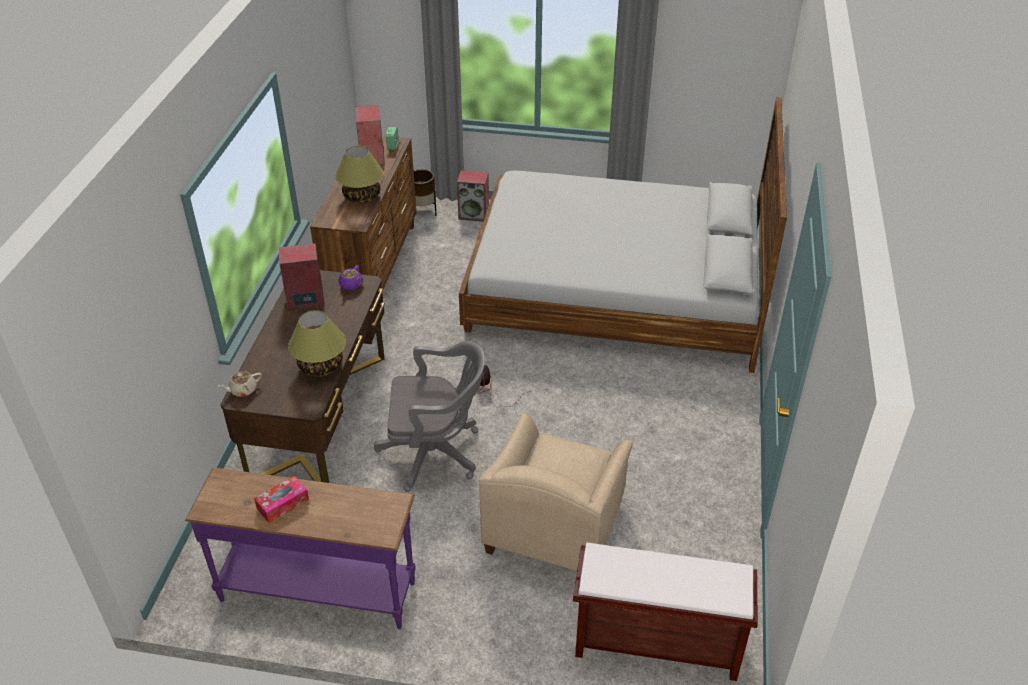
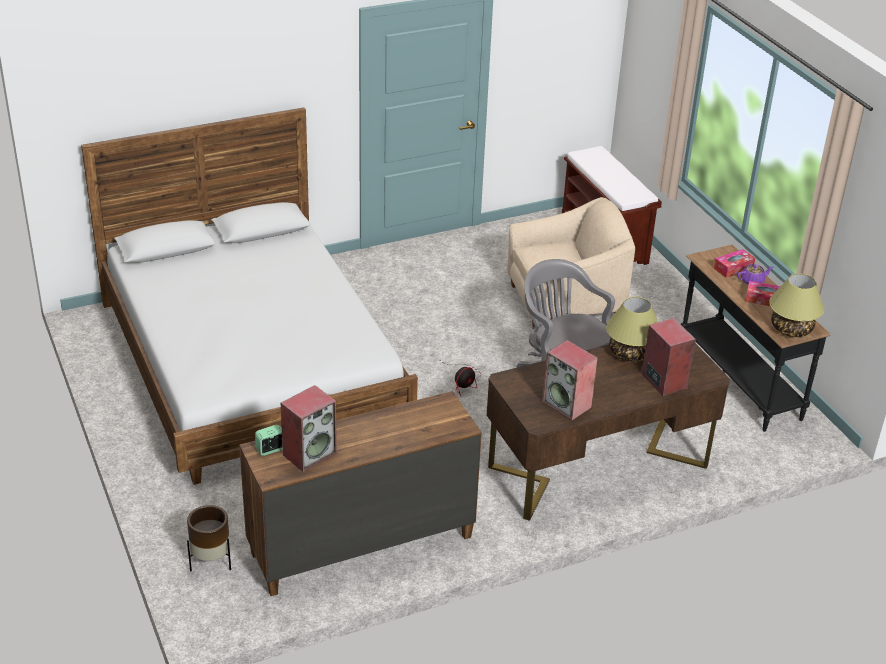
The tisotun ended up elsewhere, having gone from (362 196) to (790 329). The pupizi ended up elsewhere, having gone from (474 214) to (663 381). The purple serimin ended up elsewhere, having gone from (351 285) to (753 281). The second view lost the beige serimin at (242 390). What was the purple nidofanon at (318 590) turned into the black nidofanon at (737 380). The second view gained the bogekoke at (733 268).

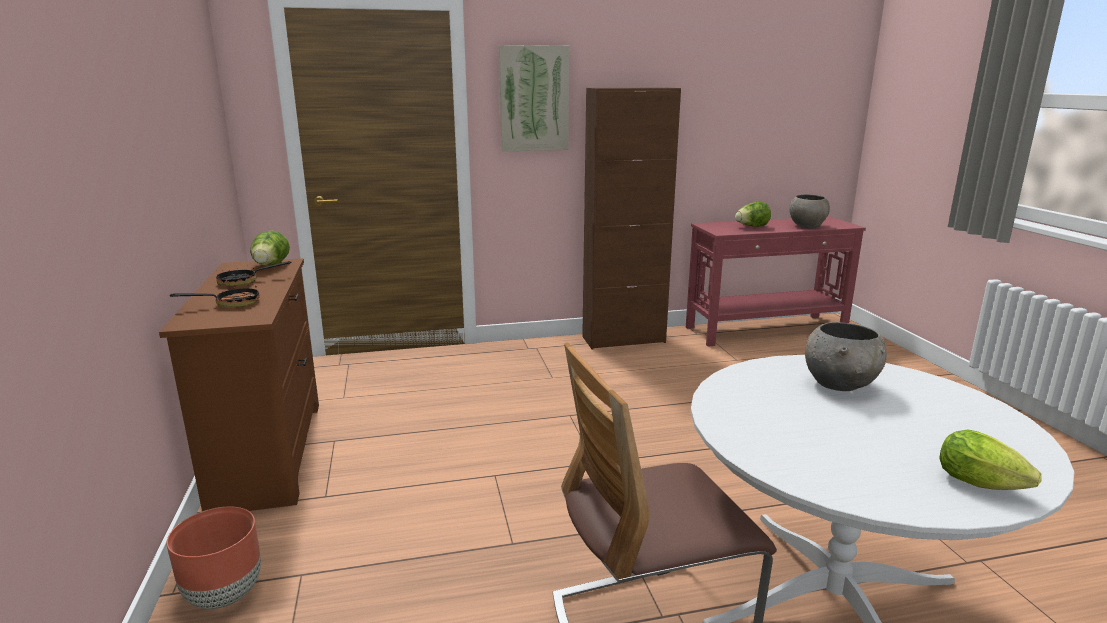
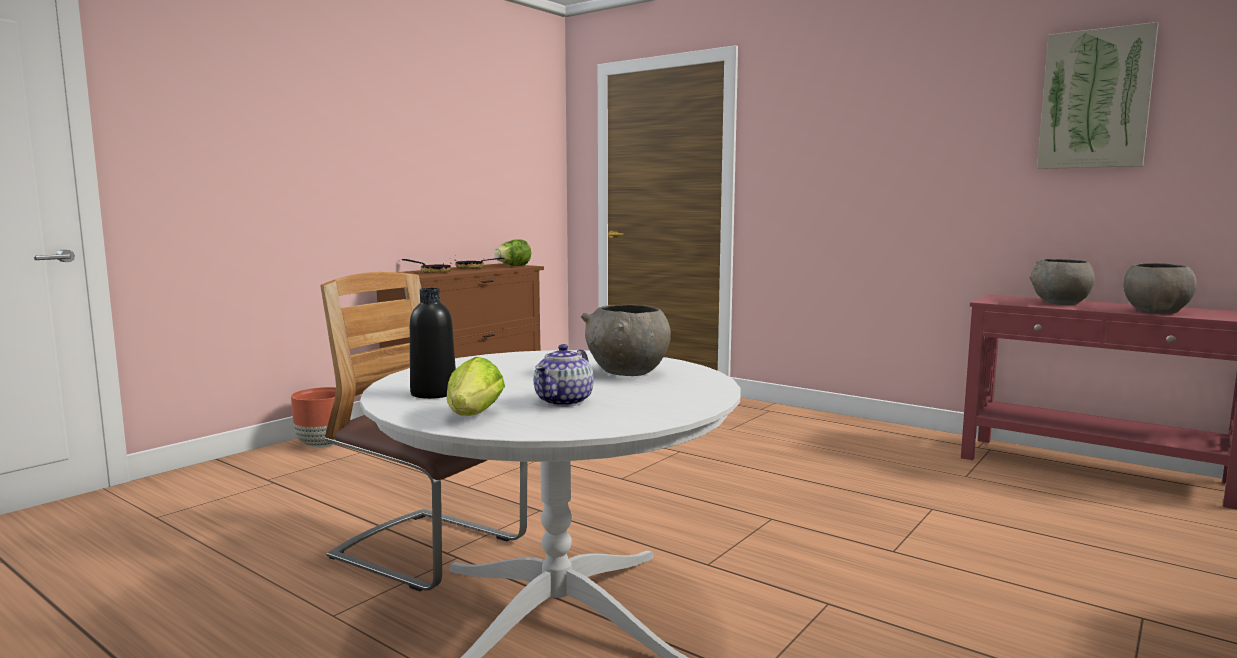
The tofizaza ended up elsewhere, having gone from (534 99) to (1095 99). The second view lost the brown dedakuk at (623 339). Where the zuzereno stood at (751 226), the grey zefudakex came to stand at (1059 303). The second view gained the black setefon at (433 393). The second view gained the serimin at (565 401).

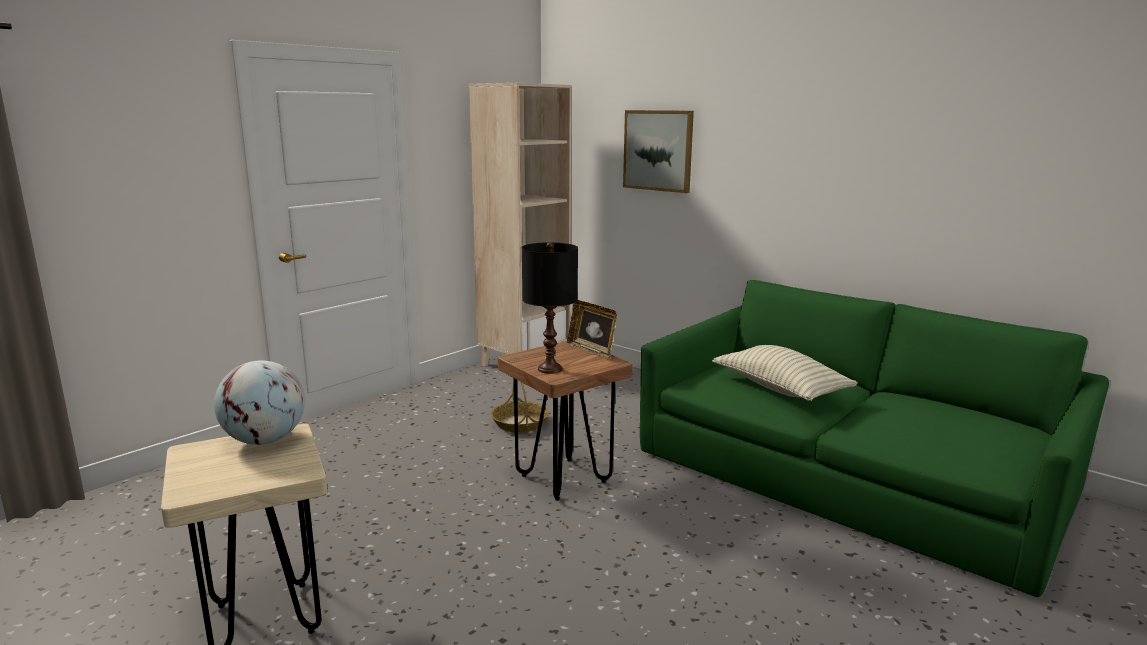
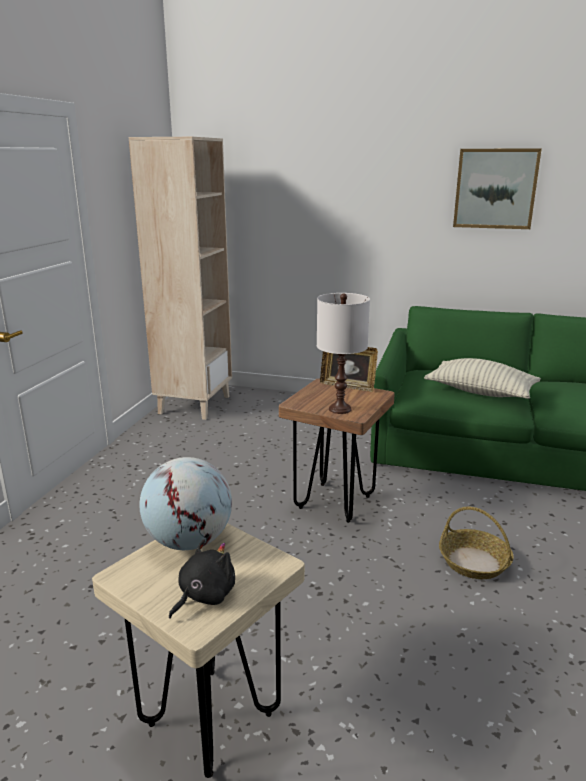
The tofizaza ended up elsewhere, having gone from (658 150) to (495 189). What was the black tisotun at (550 369) turned into the white tisotun at (340 409). The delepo ended up elsewhere, having gone from (520 423) to (474 562). The second view gained the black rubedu at (204 596).

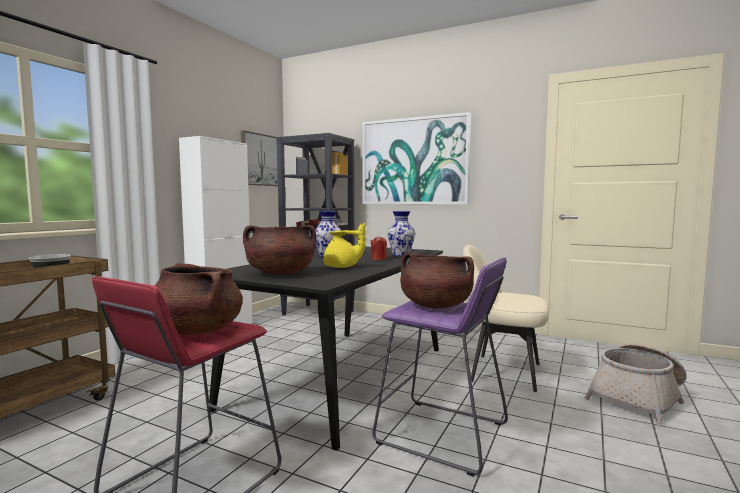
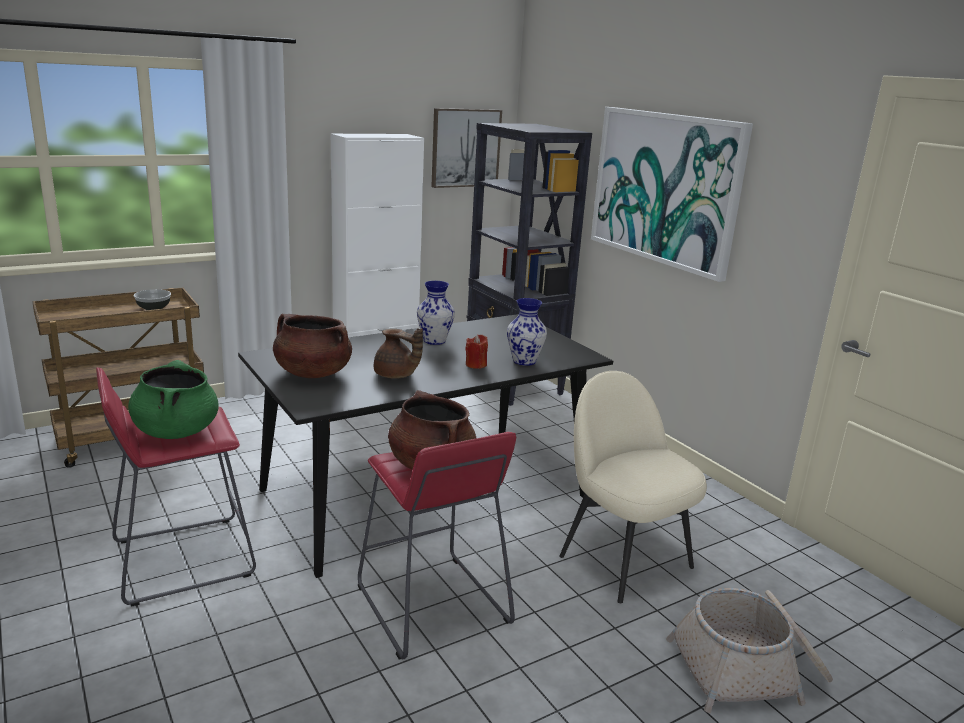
What was the yellow serimin at (342 267) turned into the brown serimin at (396 375). What was the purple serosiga at (442 434) turned into the red serosiga at (432 605). What was the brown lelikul at (197 331) turned into the green lelikul at (176 431).

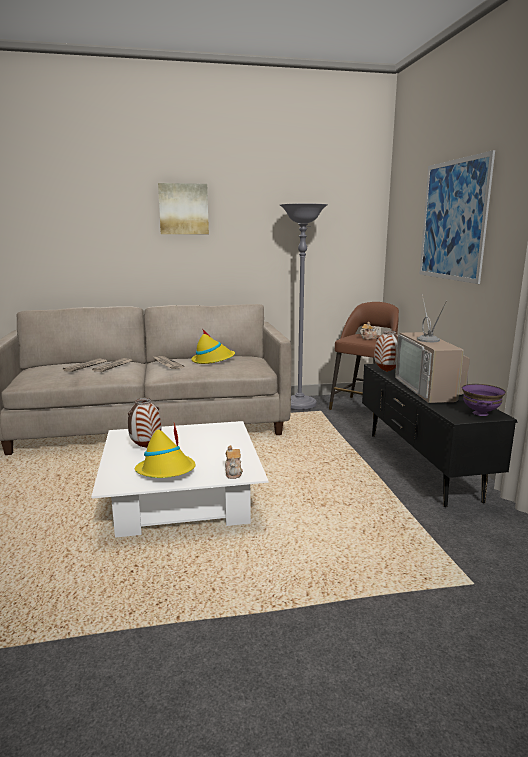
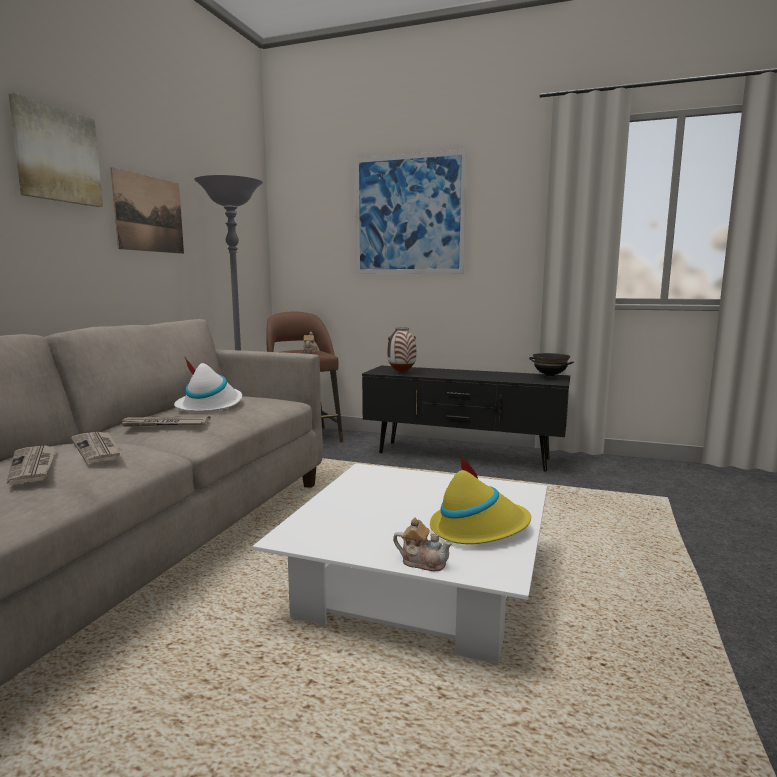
The second view lost the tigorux at (430 389). What was the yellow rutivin at (213 360) turned into the white rutivin at (210 405). What was the purple zefudakex at (480 413) turned into the black zefudakex at (549 377). The second view lost the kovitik at (146 447). The serimin ended up elsewhere, having gone from (233 472) to (422 562). The second view gained the tofizaza at (149 214).

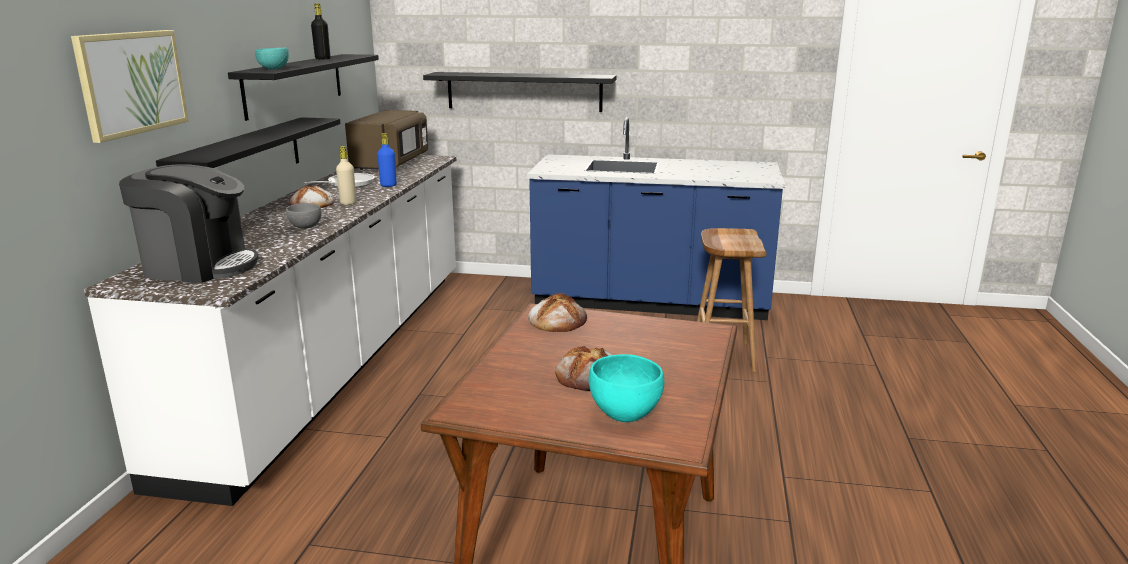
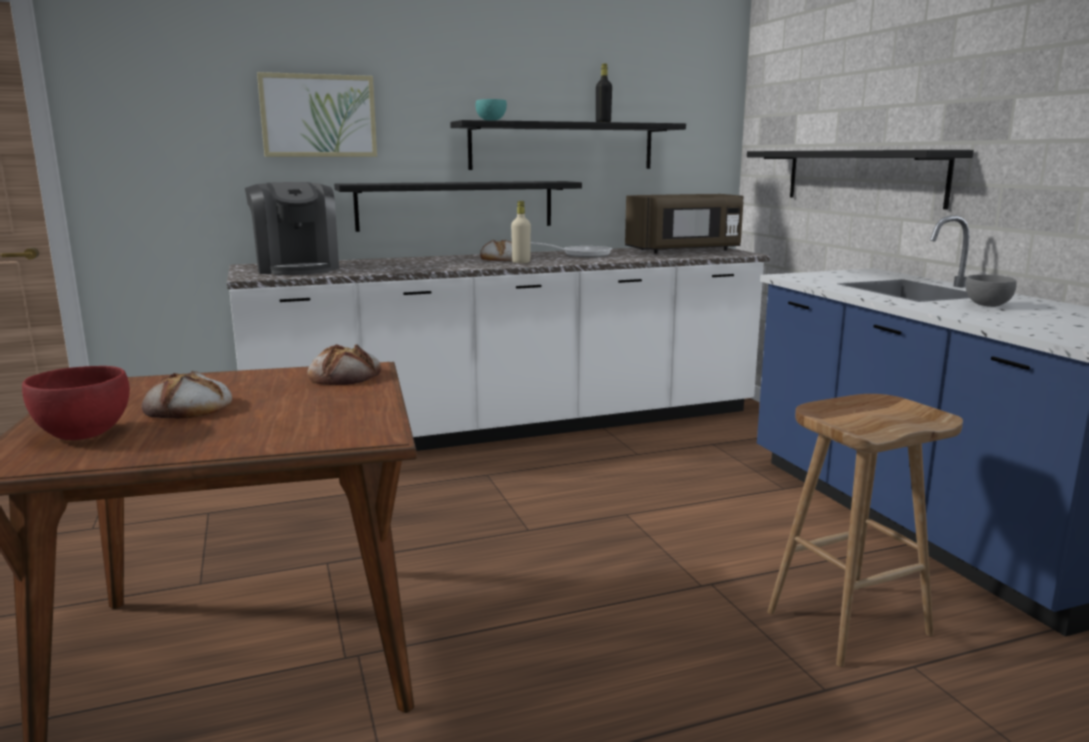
The second view lost the blue setefon at (388 185). The grey zefudakex ended up elsewhere, having gone from (305 227) to (987 305). What was the turquoise zefudakex at (625 414) turned into the red zefudakex at (84 434).

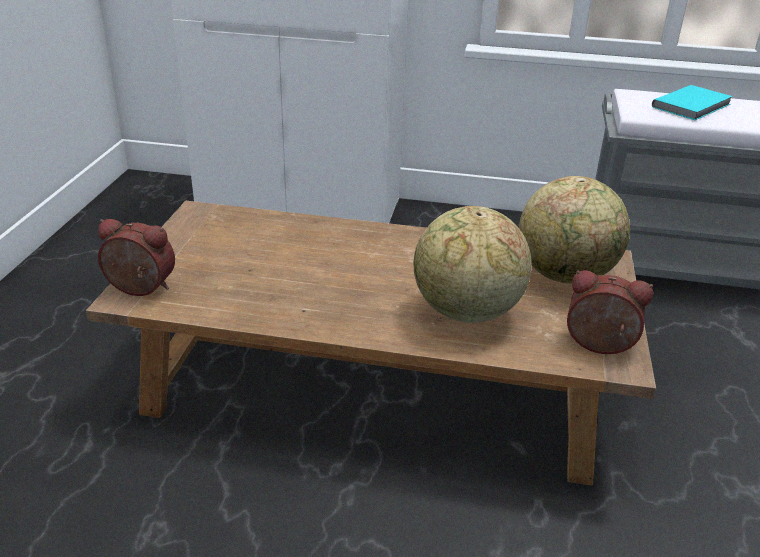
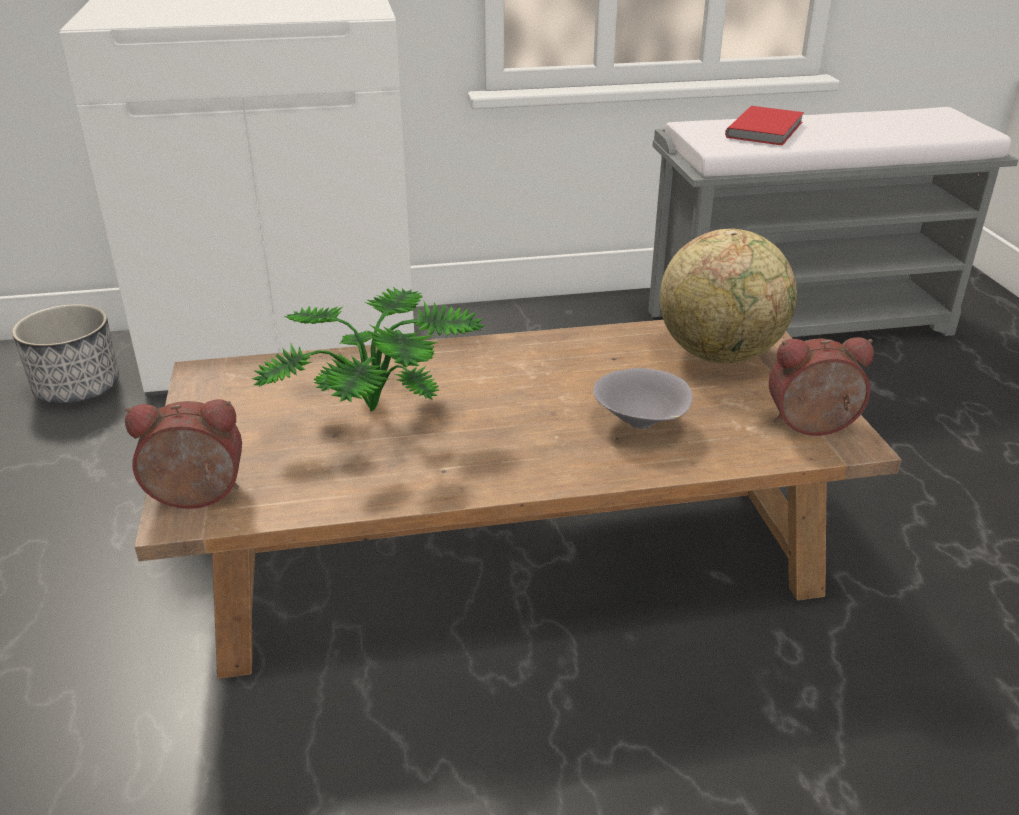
What was the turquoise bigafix at (693 106) turned into the red bigafix at (767 129). Where the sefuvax stood at (466 312), the grey zefudakex came to stand at (641 424). The second view gained the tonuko at (376 416). The second view gained the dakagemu at (77 388).

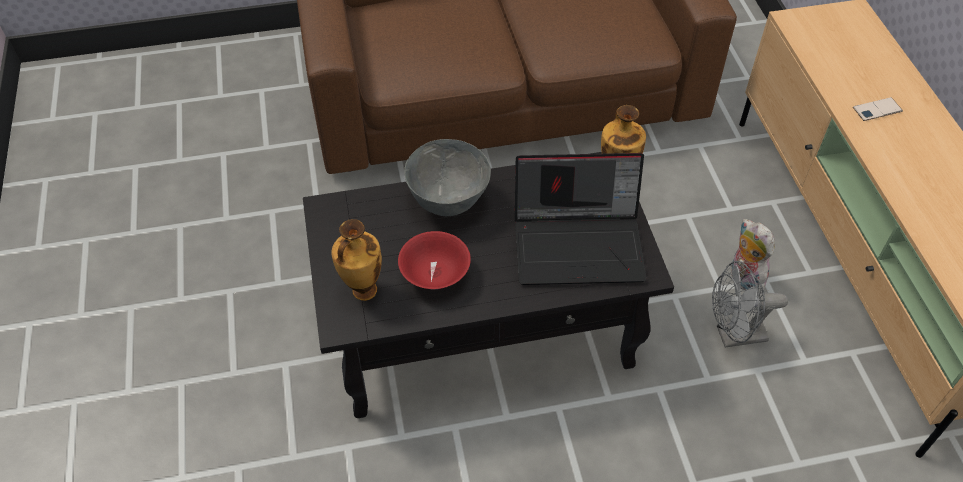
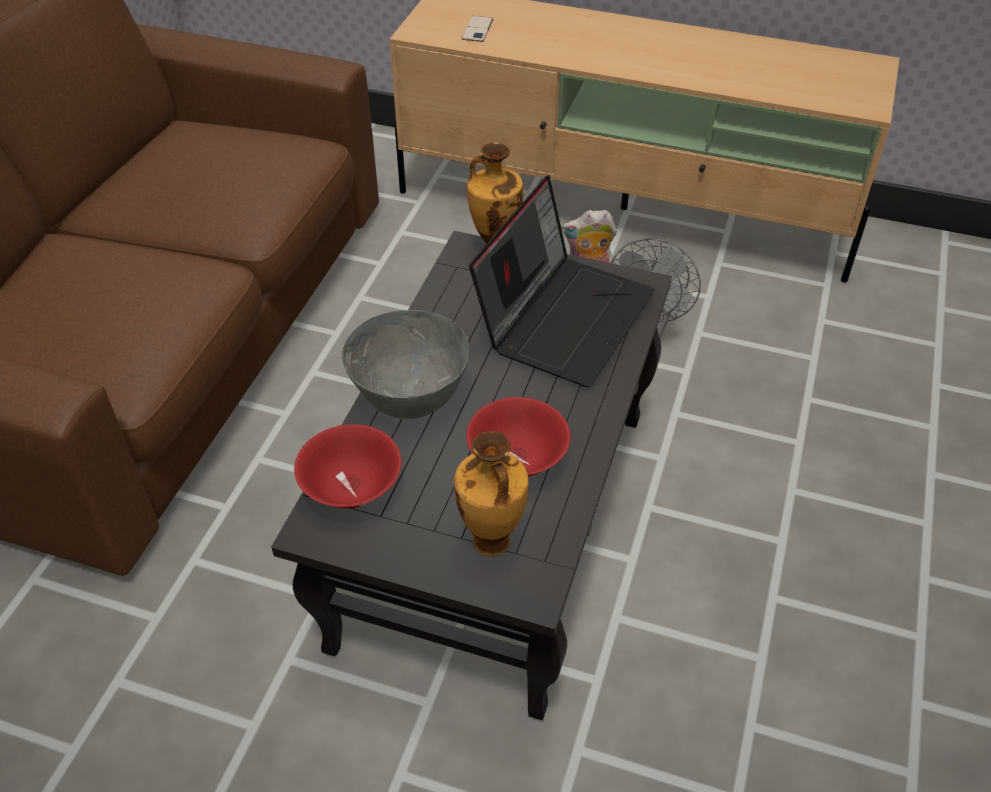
The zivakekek ended up elsewhere, having gone from (877 109) to (477 29). The second view gained the red zefudakex at (352 488).

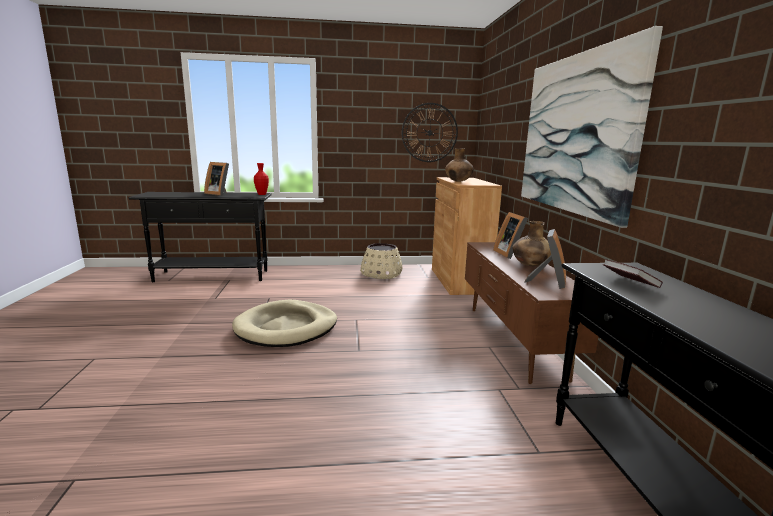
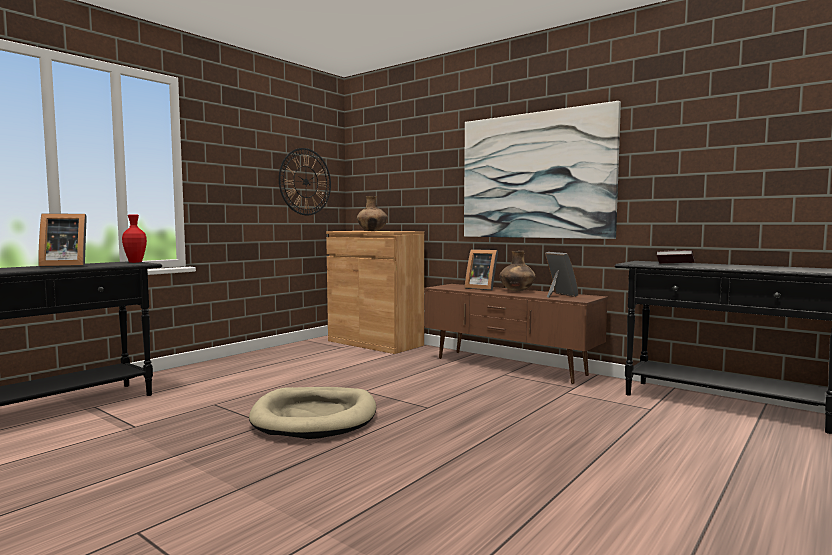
The second view lost the beige dakagemu at (381 274).

